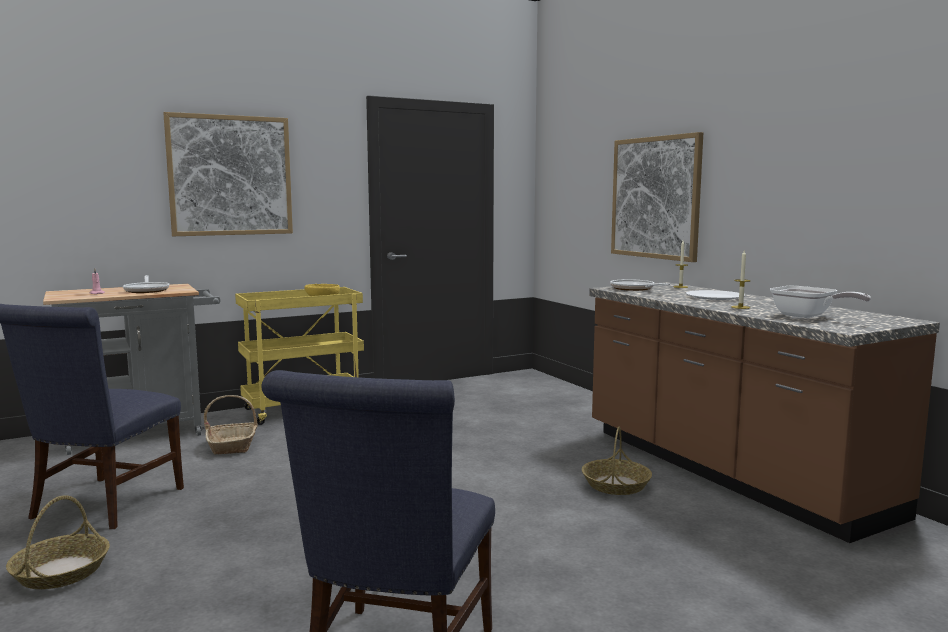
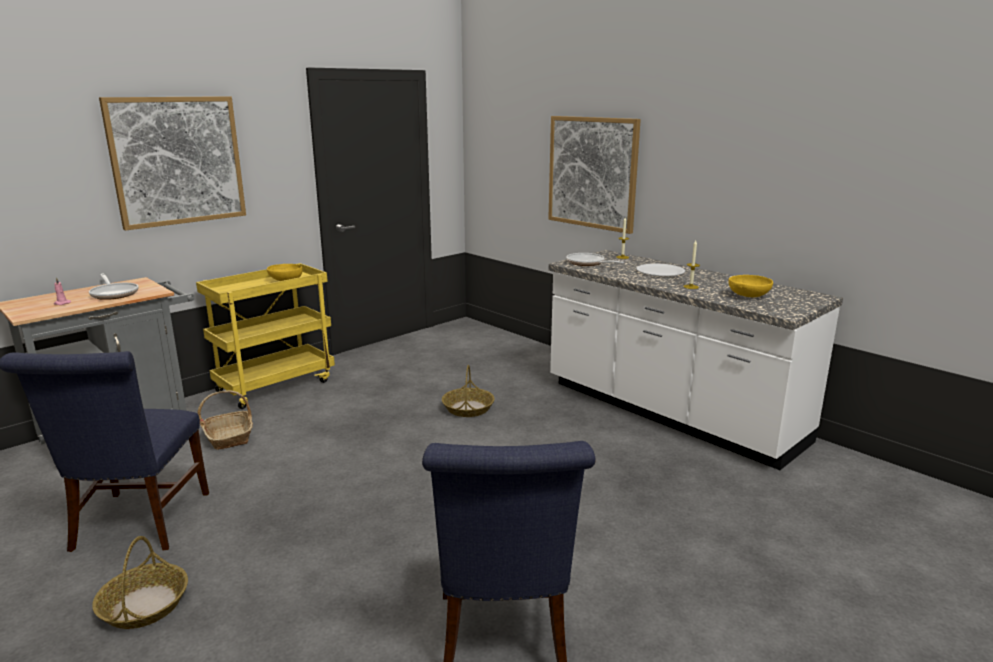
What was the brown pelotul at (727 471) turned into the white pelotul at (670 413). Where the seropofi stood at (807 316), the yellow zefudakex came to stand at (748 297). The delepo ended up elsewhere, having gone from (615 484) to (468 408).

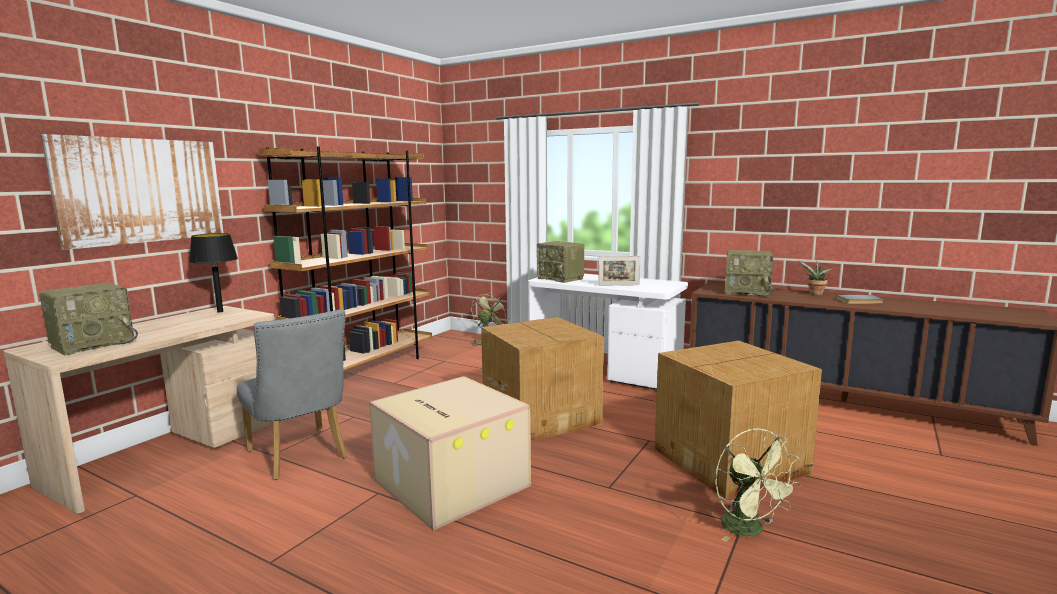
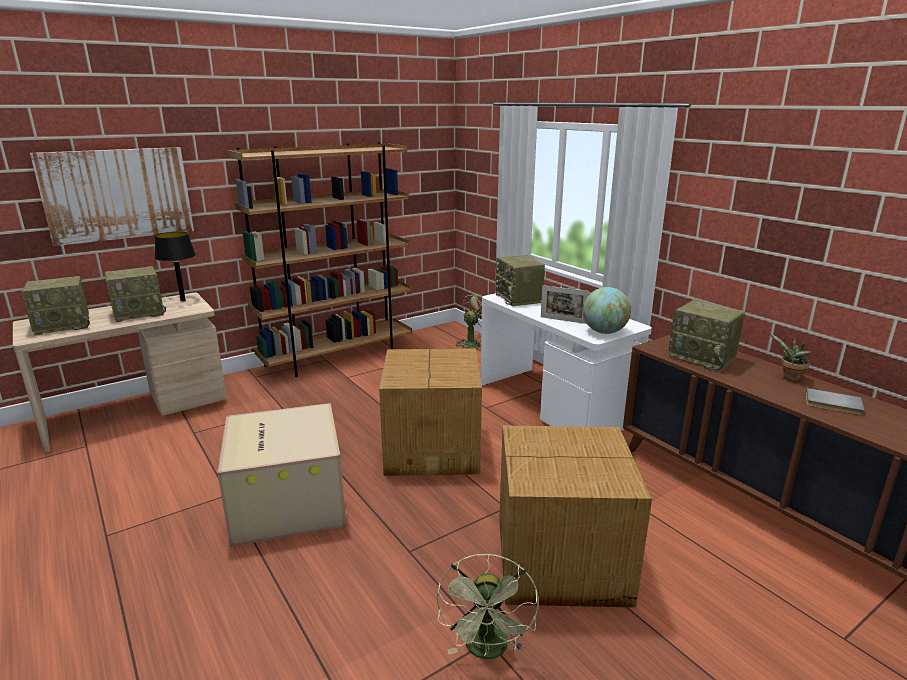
The second view lost the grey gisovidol at (300 457). The second view gained the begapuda at (139 313). The second view gained the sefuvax at (604 332).

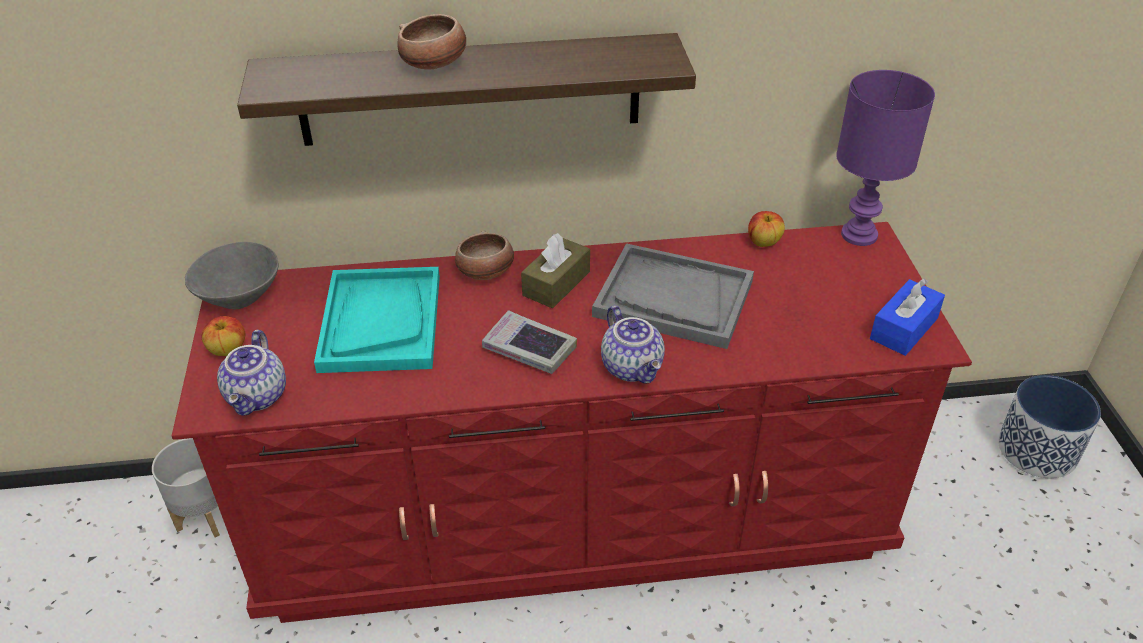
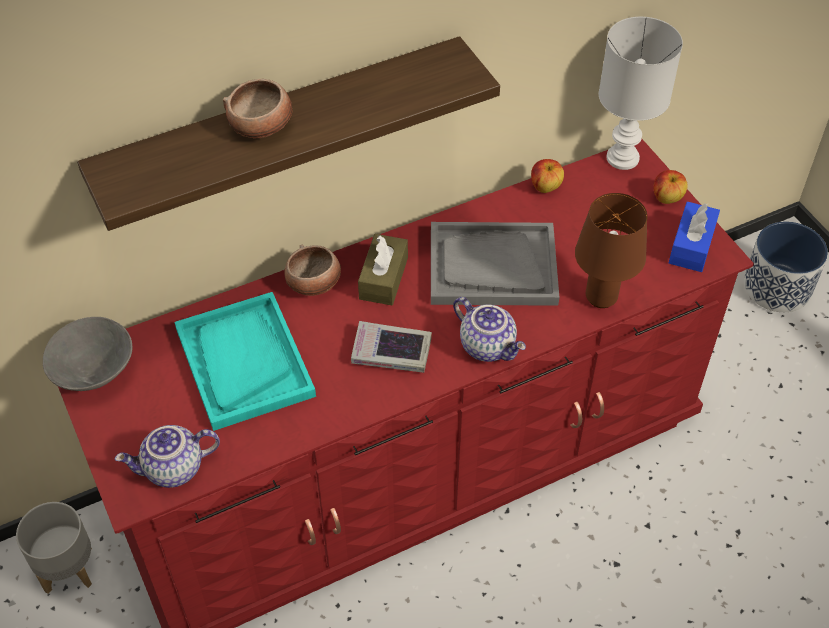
What was the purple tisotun at (857 234) turned into the white tisotun at (621 157). The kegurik ended up elsewhere, having gone from (228 350) to (667 198). The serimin at (258 397) ended up facing another way, 90 degrees clockwise from before. The second view gained the brown tisotun at (600 296).

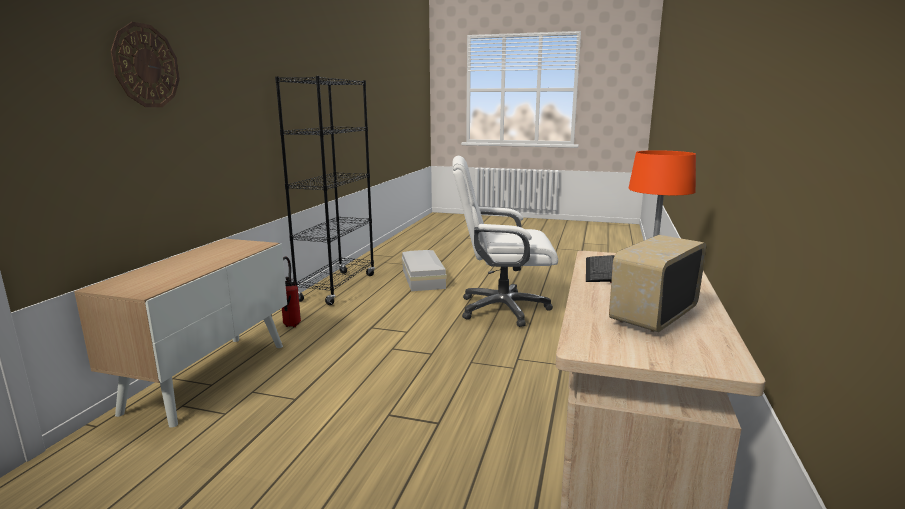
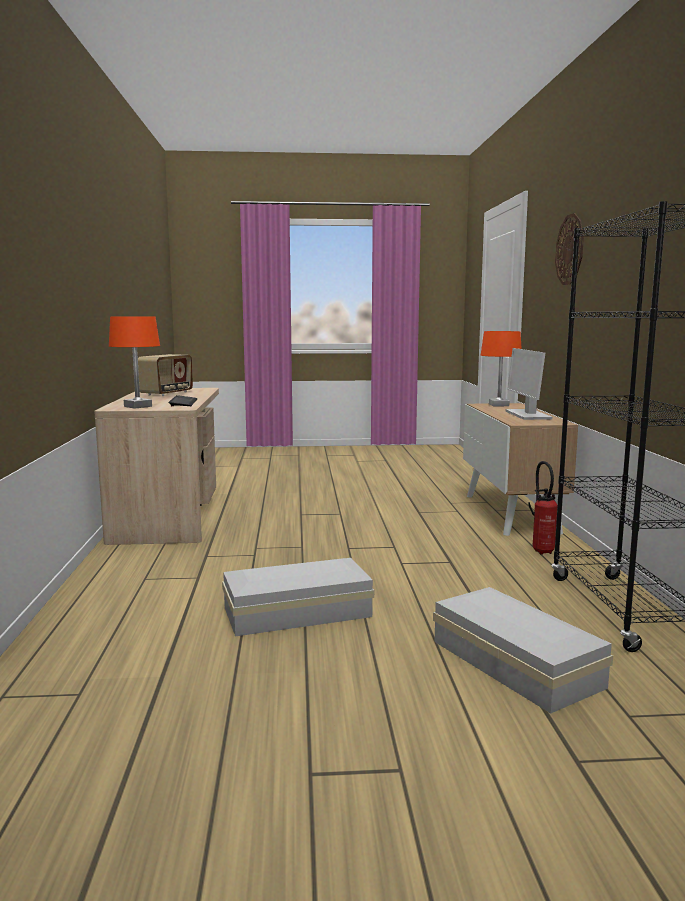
Where the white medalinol stood at (502 309), the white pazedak came to stand at (300 613). The second view gained the orange tisotun at (498 405). The second view gained the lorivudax at (527 415).

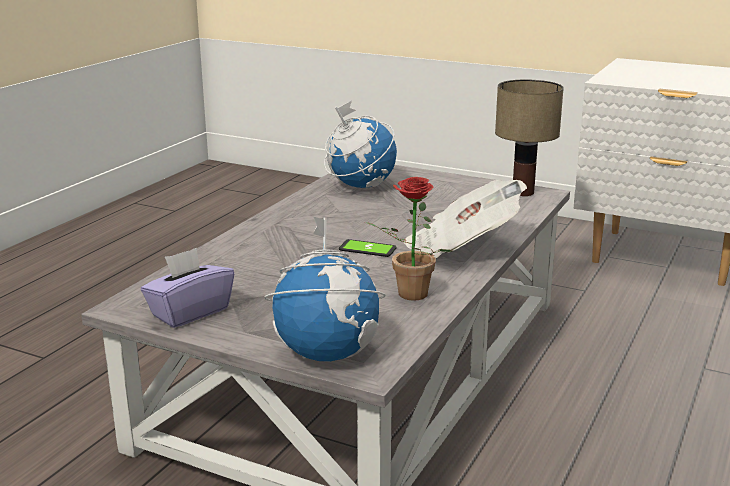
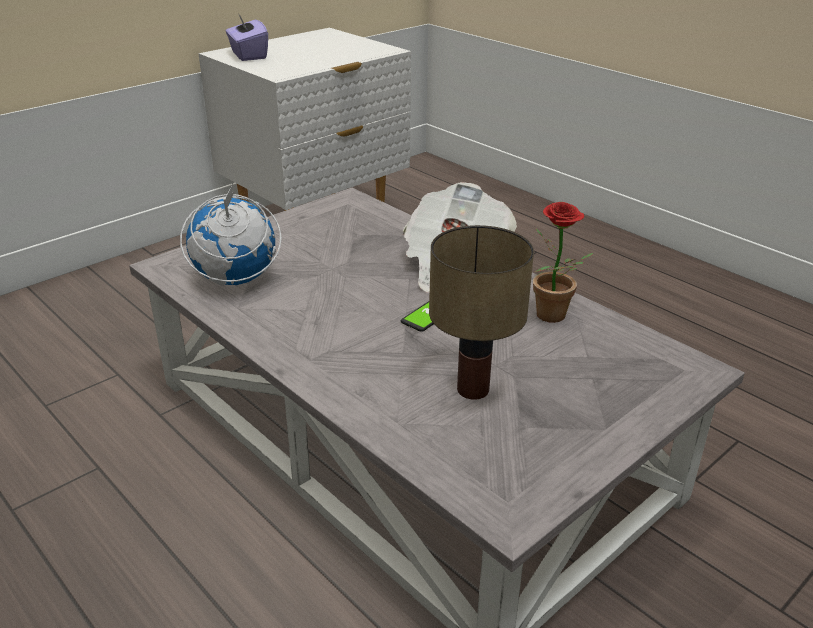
The tisotun ended up elsewhere, having gone from (523 193) to (475 390). The second view lost the sefuvax at (328 353). The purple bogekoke ended up elsewhere, having gone from (190 312) to (248 55).

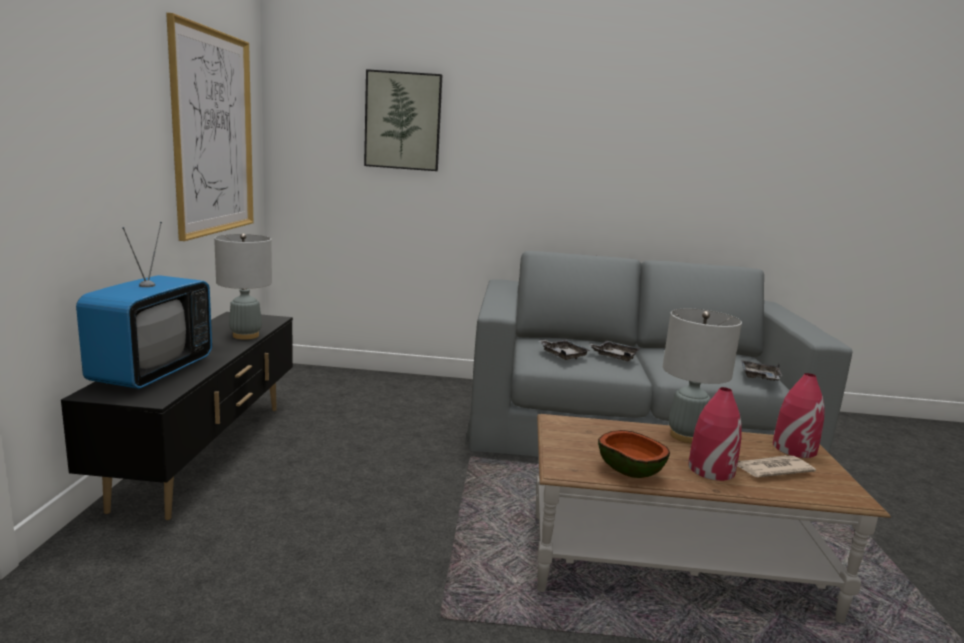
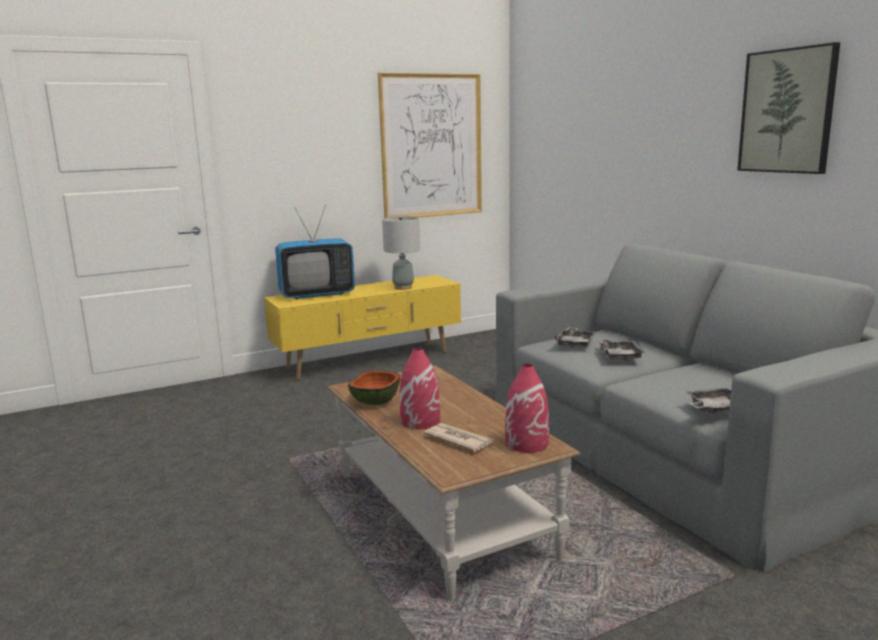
The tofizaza ended up elsewhere, having gone from (403 121) to (787 111). The second view lost the grey tisotun at (686 436). What was the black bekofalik at (207 453) turned into the yellow bekofalik at (369 361).

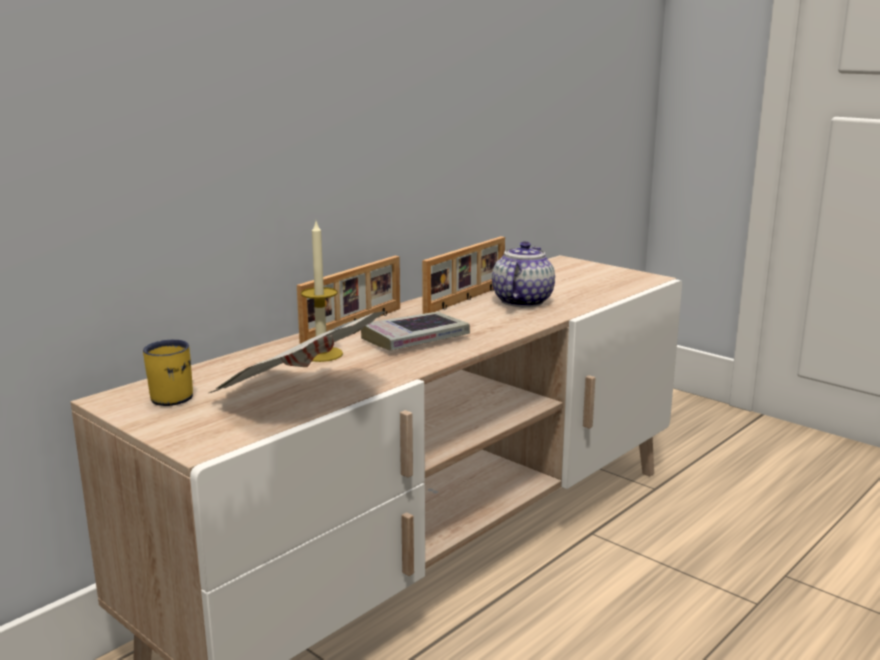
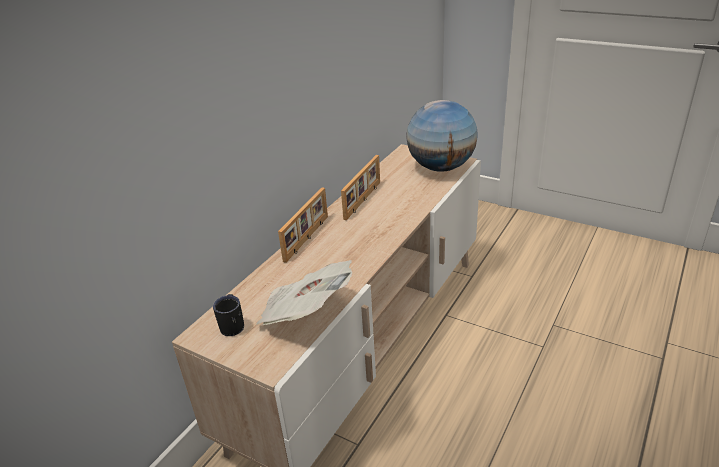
The second view lost the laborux at (321 354). The second view lost the serimin at (522 301). The second view lost the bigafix at (415 339). What was the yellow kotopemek at (176 395) turned into the black kotopemek at (233 325). The second view gained the sefuvax at (441 167).

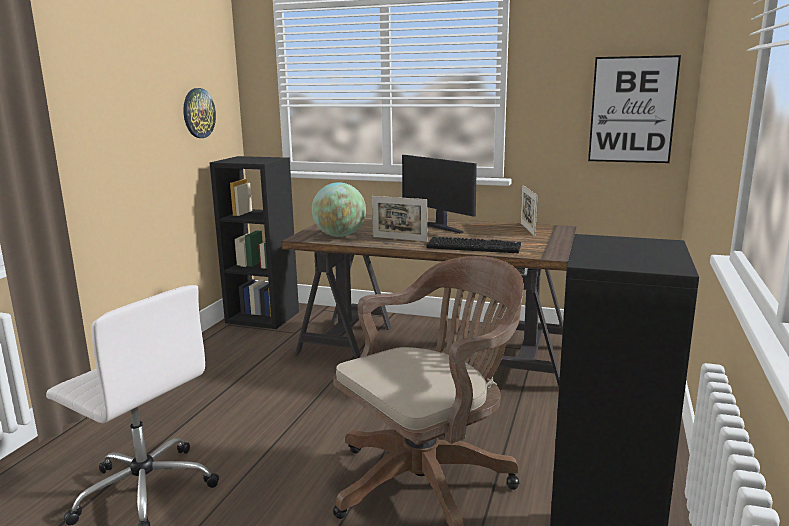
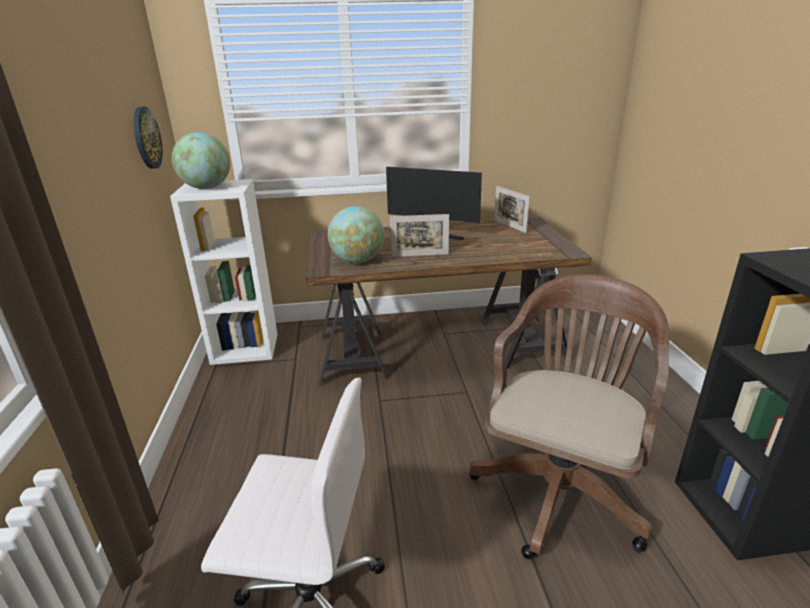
The second view lost the tofizaza at (632 110). What was the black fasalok at (263 317) turned into the white fasalok at (246 348). The second view lost the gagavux at (474 246). The second view gained the sefuvax at (207 188).

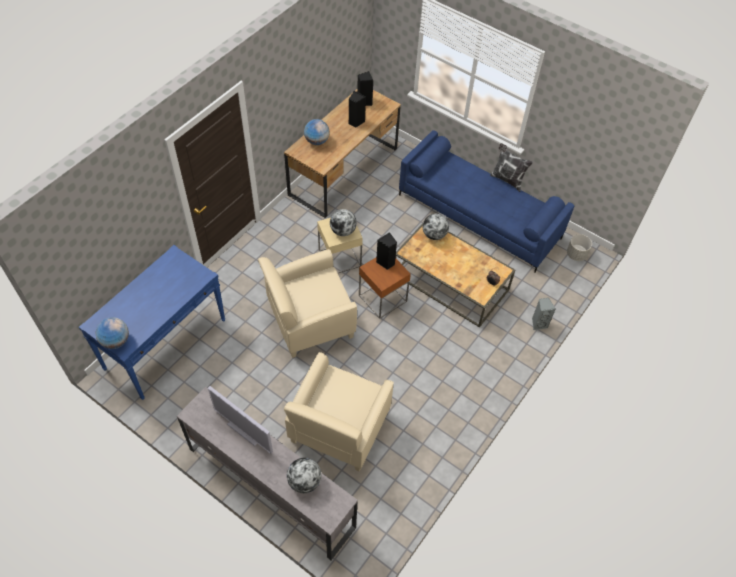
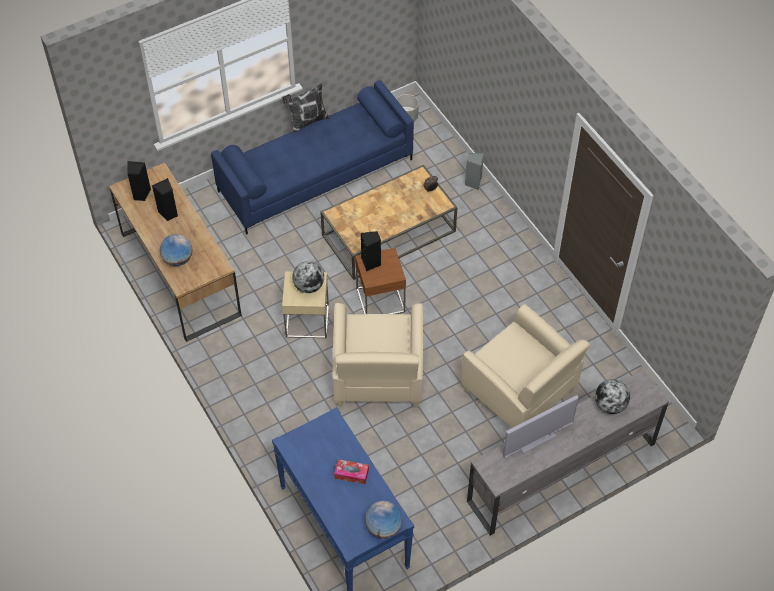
The second view lost the sefuvax at (434 235). The second view gained the bogekoke at (351 474).

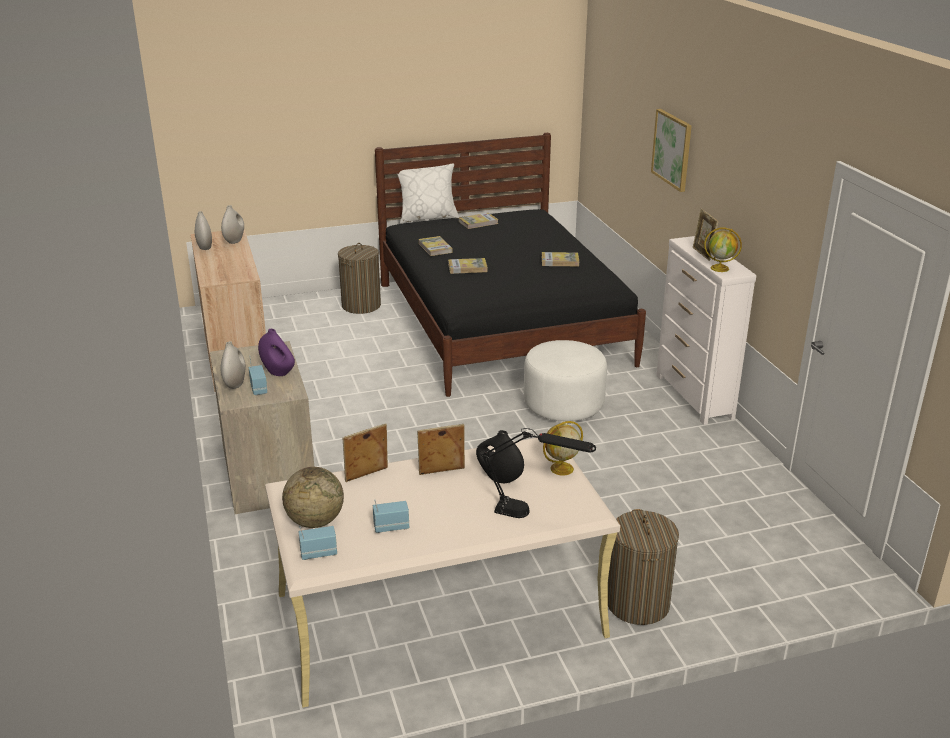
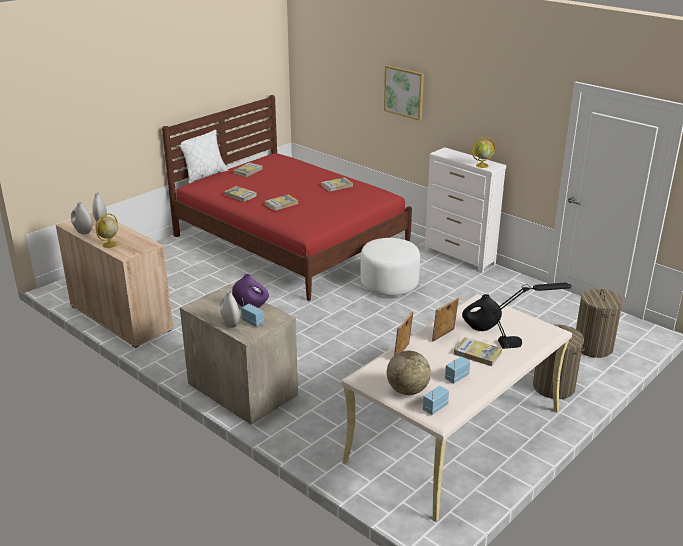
What was the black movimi at (501 322) turned into the red movimi at (290 241). The second view lost the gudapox at (702 254). The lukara ended up elsewhere, having gone from (361 305) to (593 347). The sefuvax ended up elsewhere, having gone from (561 469) to (109 245). The second view gained the bigafix at (477 353).

